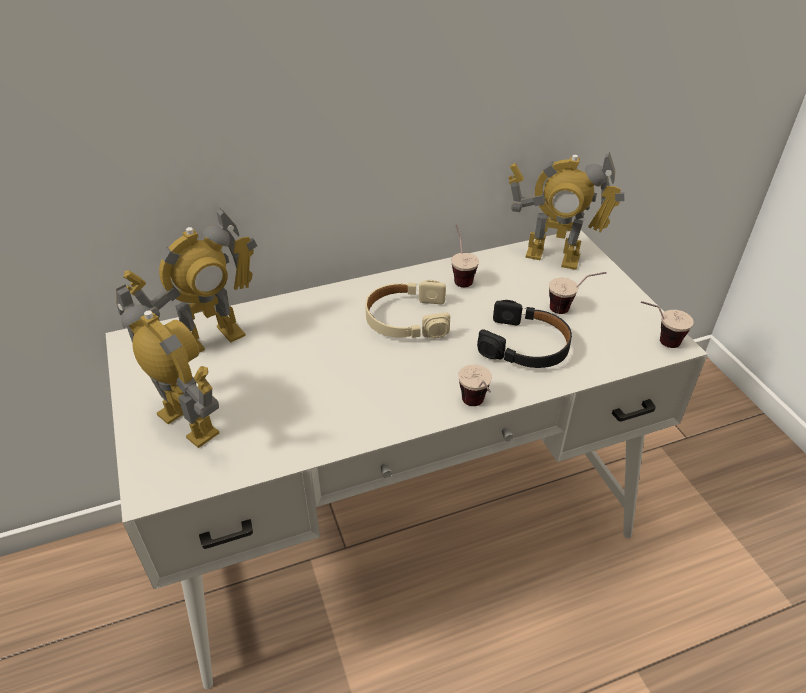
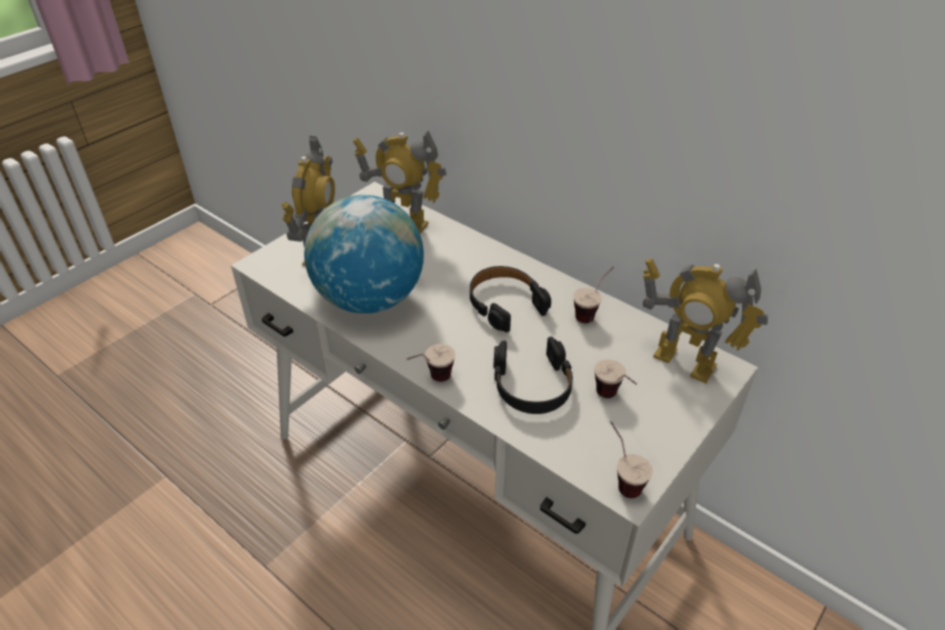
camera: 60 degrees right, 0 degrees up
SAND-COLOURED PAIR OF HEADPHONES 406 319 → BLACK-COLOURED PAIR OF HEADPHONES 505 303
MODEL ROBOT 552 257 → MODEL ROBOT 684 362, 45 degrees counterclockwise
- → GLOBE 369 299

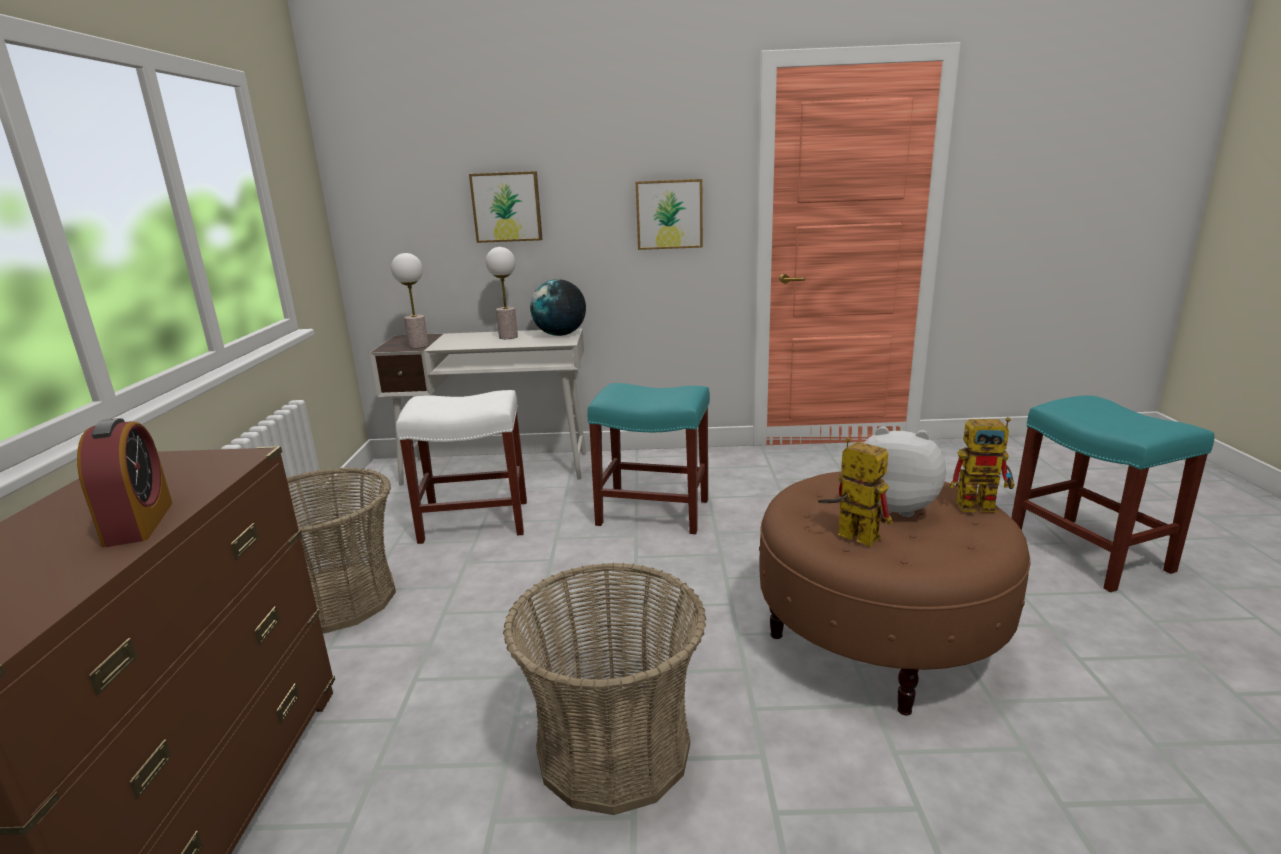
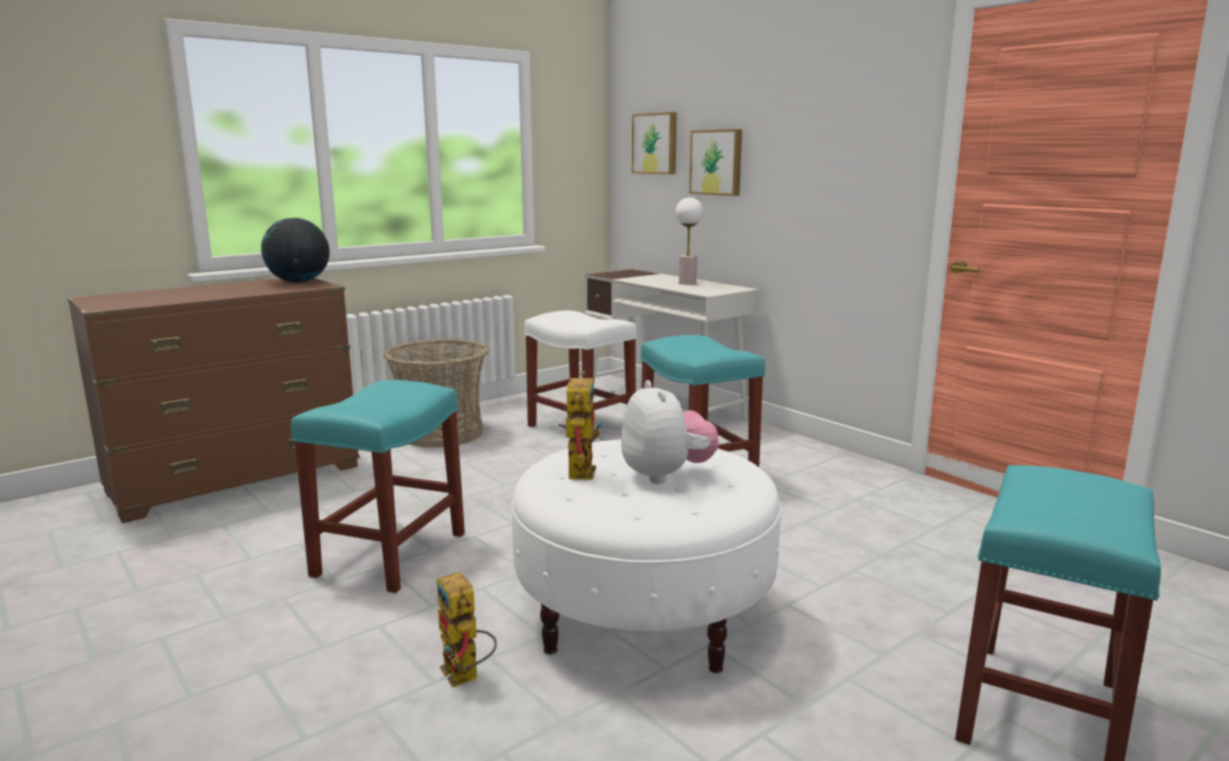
camera: 50 degrees right, 5 degrees down
ALARM CLOCK 139 523 → -
LAMP FOR A TABLE 418 346 → -
HOUSEHOLD BASKET 614 748 → TURQUOISE STOOL SEAT 389 555
GLOBE 560 335 → GLOBE 299 282, shifted
WALL PICTURE 669 214 → WALL PICTURE 656 143, shifted
BROWNISH OTTOMAN 877 637 → WHITE OTTOMAN 643 614
MODEL ROBOT 983 505 → MODEL ROBOT 466 677, shifted

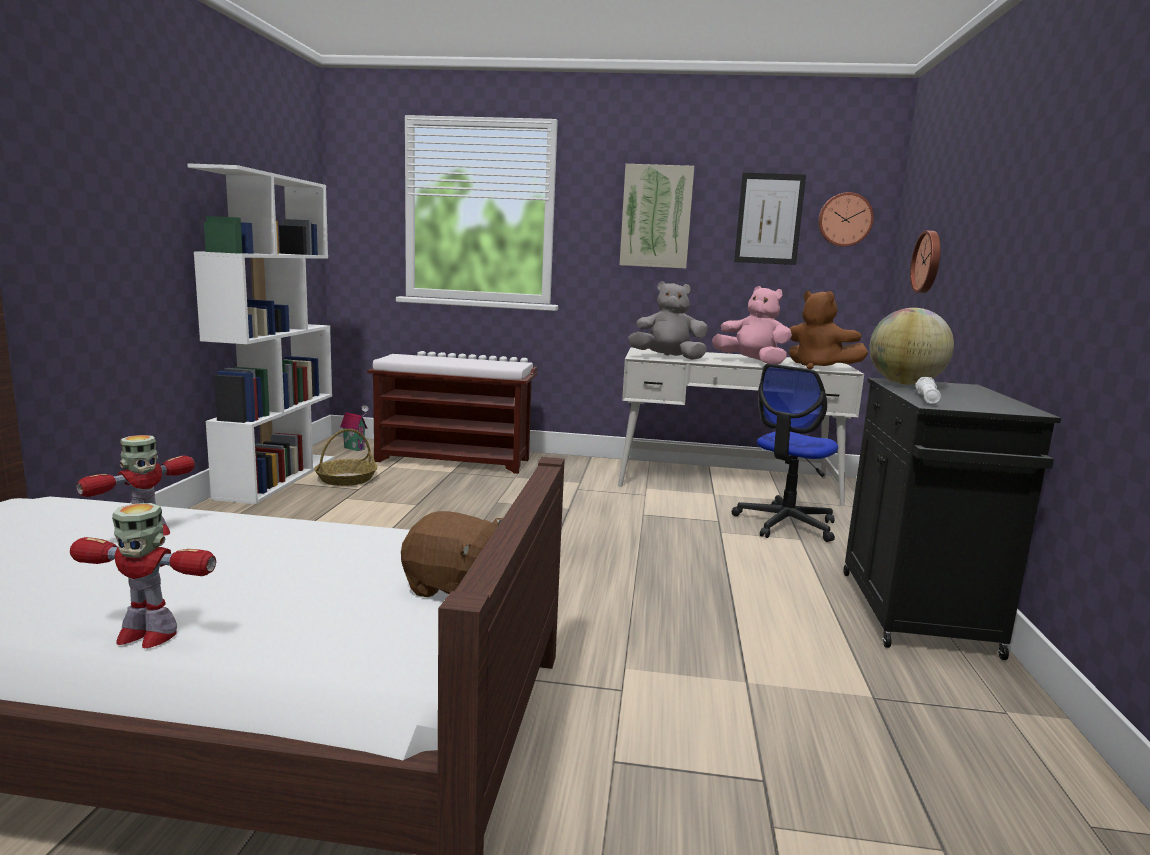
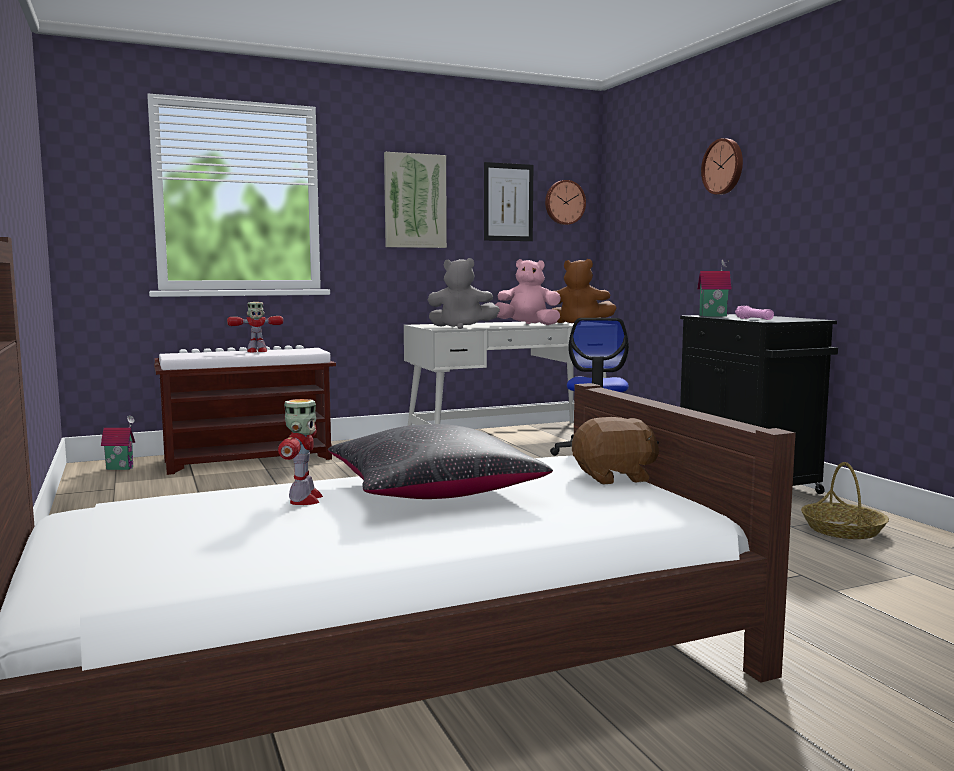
camera: 30 degrees left, 5 degrees down
MODEL ROBOT 146 635 → MODEL ROBOT 256 351, shifted
WHITE BOOKSHELF 278 477 → -
HOUSEHOLD BASKET 346 479 → HOUSEHOLD BASKET 842 530, shifted
GRAY PLUSH TOY 668 358 → GRAY PLUSH TOY 461 327, 150 degrees counterclockwise
GLOBE 905 384 → MODEL HOUSE 712 316
HANGING CLOCK 928 262 → HANGING CLOCK 724 166, shifted
WHITE FLASHLIGHT 927 399 → PINK-COLOURED FLASHLIGHT 754 319
- → BLACK-COLOURED CUSHION 434 491

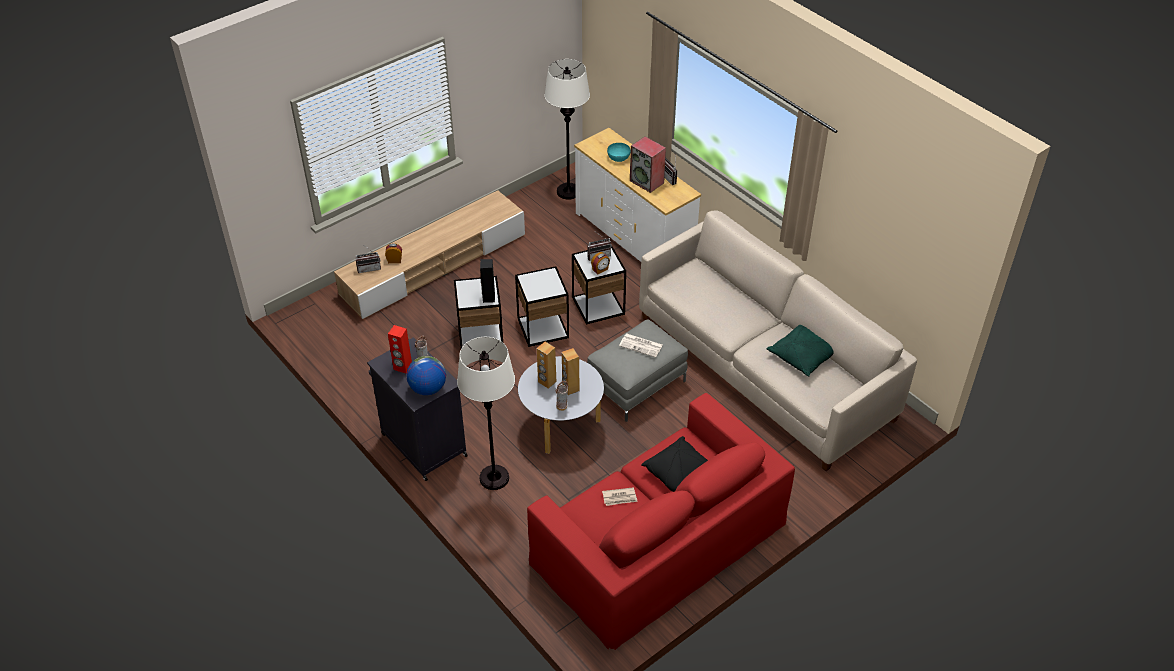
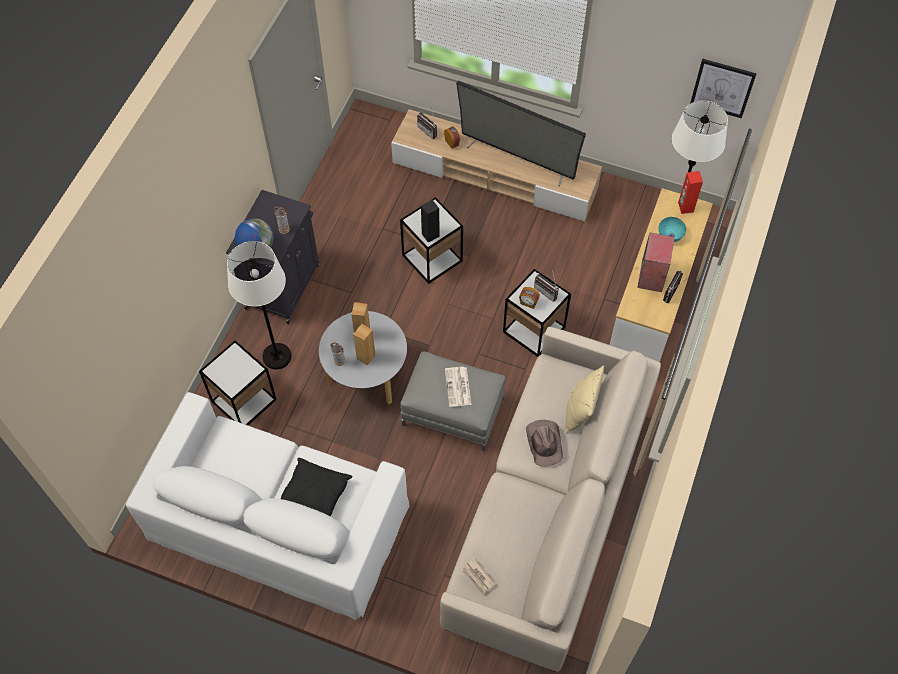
camera: 60 degrees right, 15 degrees up
RED AUDIO SPEAKER 402 367 → RED AUDIO SPEAKER 685 207, shifted
SIDE TABLE 543 327 → SIDE TABLE 244 400, shifted
RED SETTEE 659 542 → WHITE SETTEE 277 520
PRINTED PAPER 620 498 → PRINTED PAPER 478 577, shifted
GREEN-COLOURED CUSHION 802 356 → -
- → TELEVISION 517 158
- → BROWNISH CLOTHING HAT 544 442
- → SAND-COLOURED CUSHION 579 411
- → WALL PICTURE 722 88

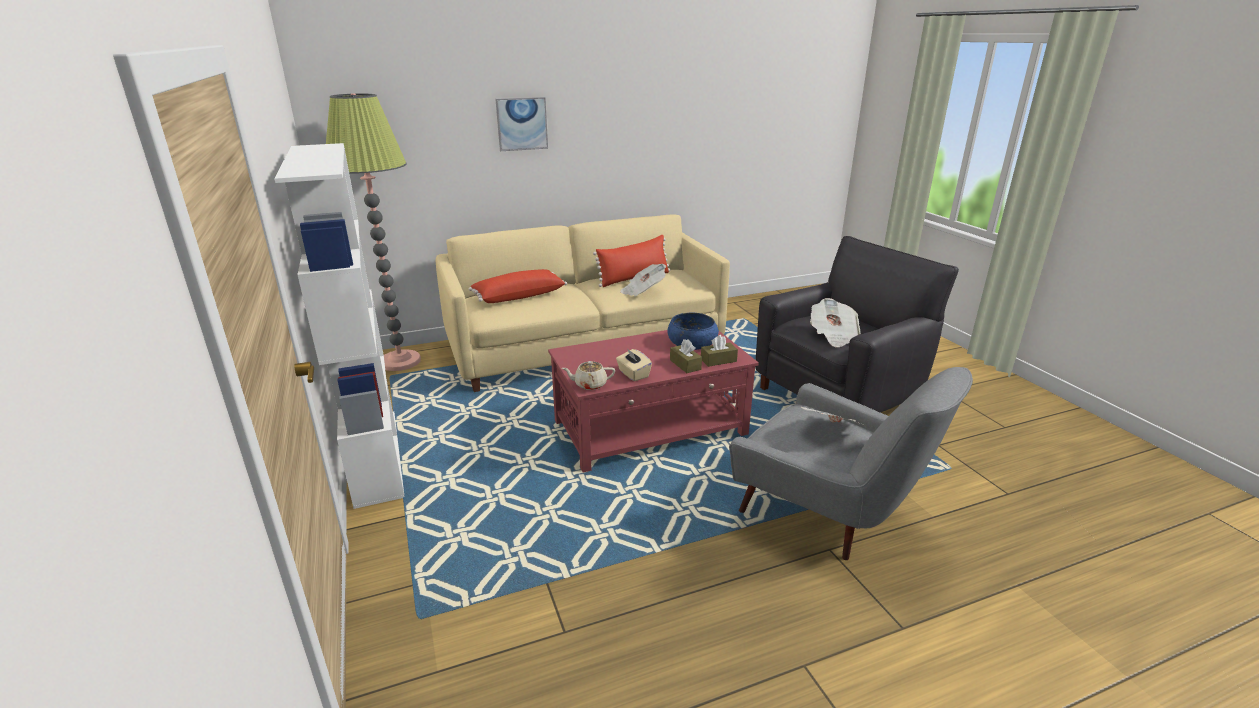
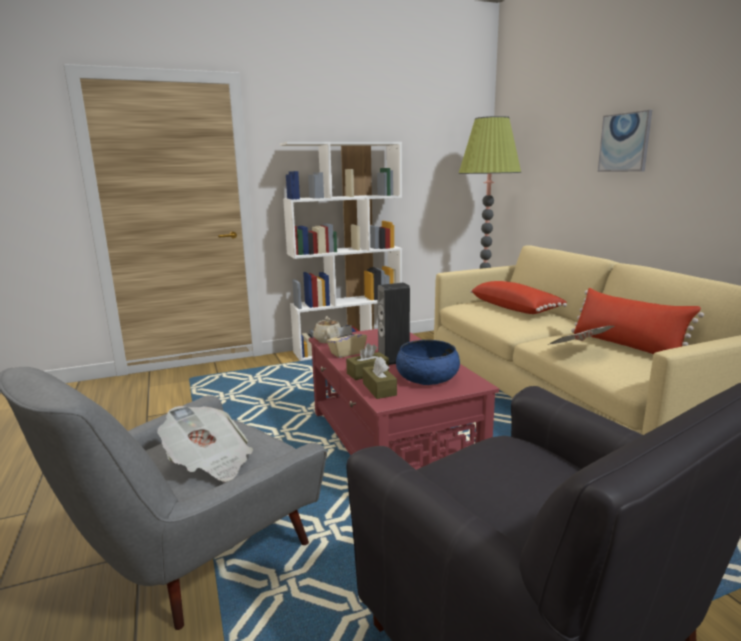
camera: 90 degrees right, 10 degrees down
PRINTED PAPER 833 336 → -
- → AUDIO SPEAKER 394 360

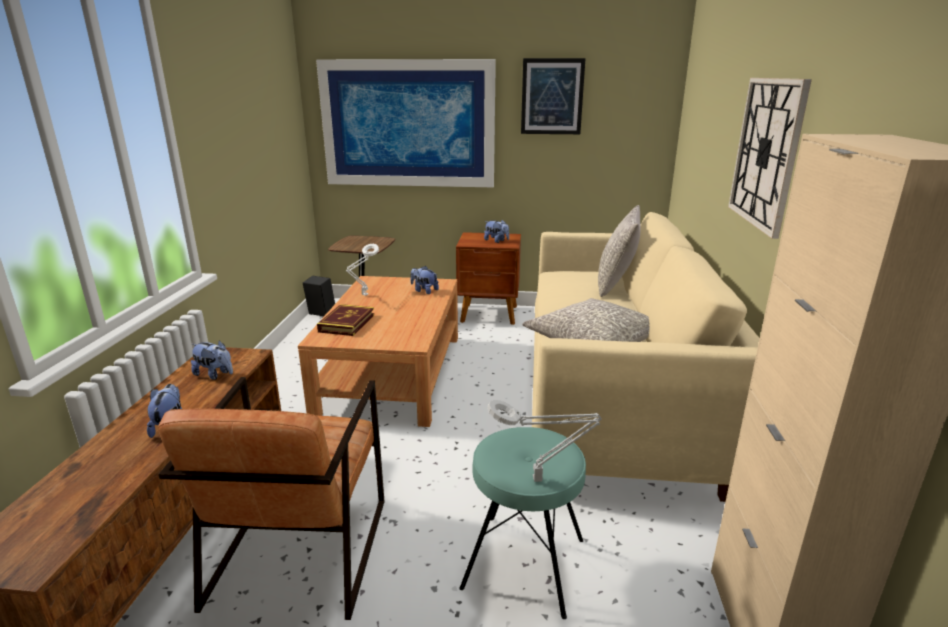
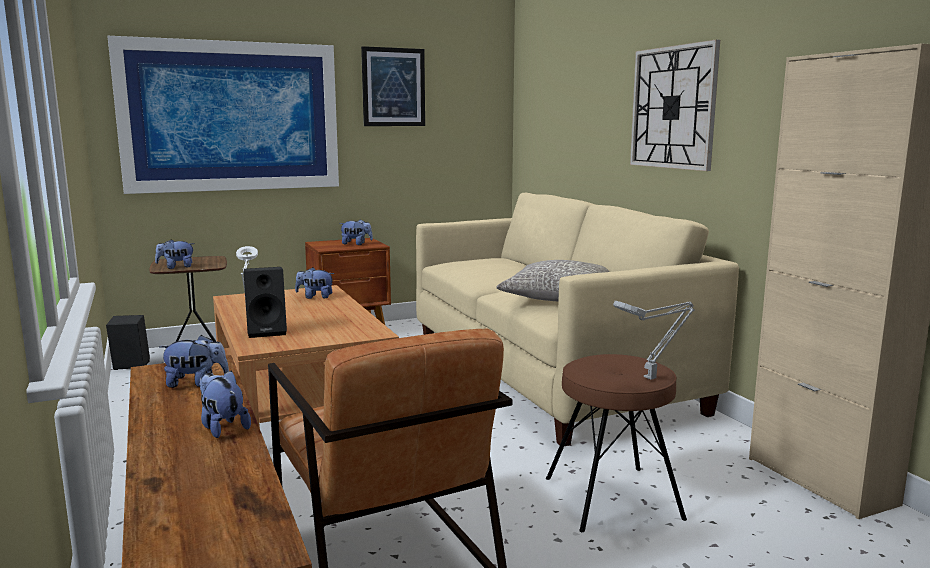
camera: 30 degrees left, 10 degrees down
BOUND BOOK 347 323 → BLACK-COLOURED AUDIO SPEAKER 268 331
TURQUOISE STOOL SEAT 524 563 → BROWNISH STOOL SEAT 612 498
GRAY CUSHION 615 284 → -
- → PLUSH TOY 176 267

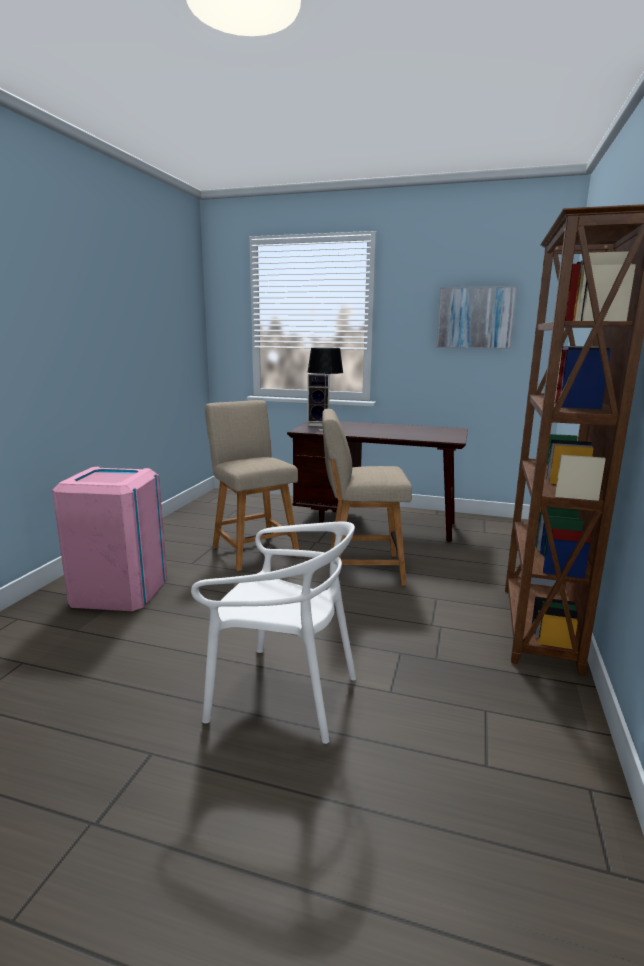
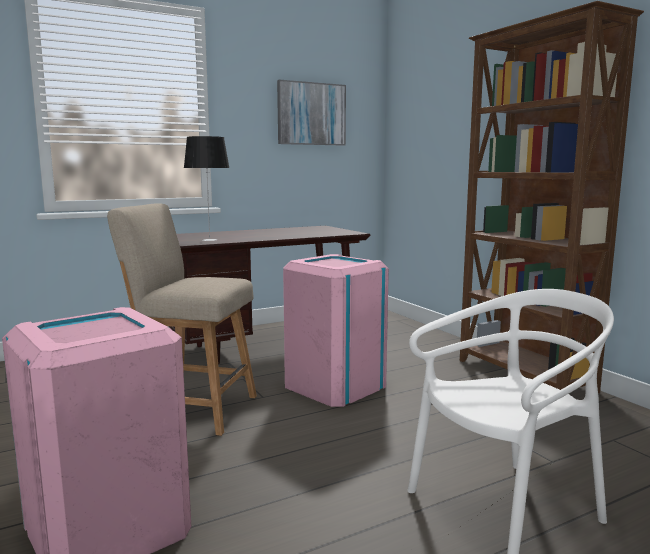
camera: 45 degrees left, 5 degrees down
AUDIO SPEAKER 319 424 → -
SAND-COLOURED PLAIN CHAIR 360 569 → PINK-COLOURED RUBBISH BIN 334 385

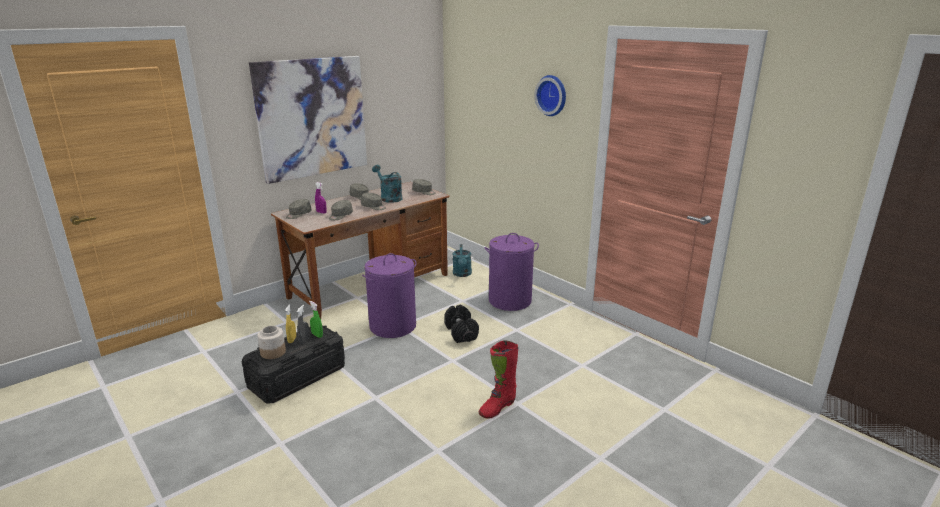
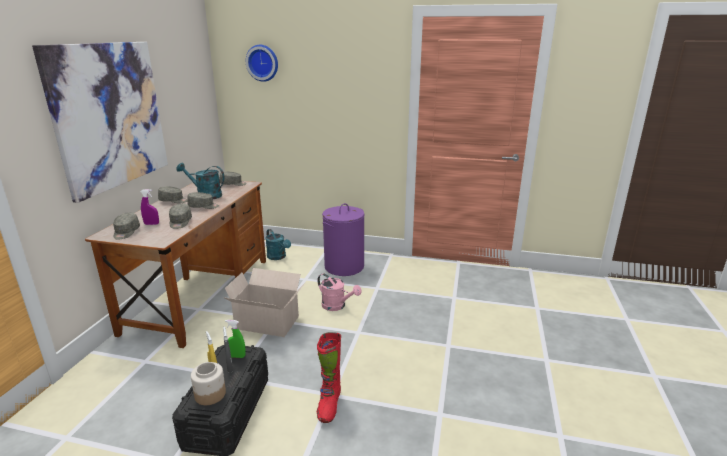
camera: 35 degrees left, 0 degrees up
PURPLE-COLOURED LAUNDRY BASKET 392 326 → PACKING BOX 268 323
BLACK-COLOURED HAND WEIGHT 461 333 → PINK-COLOURED SPRINKLING CAN 337 306
RED TALL BOOT 497 407 → RED TALL BOOT 329 405, shifted
HANGING CLOCK 552 95 → HANGING CLOCK 263 63, shifted

